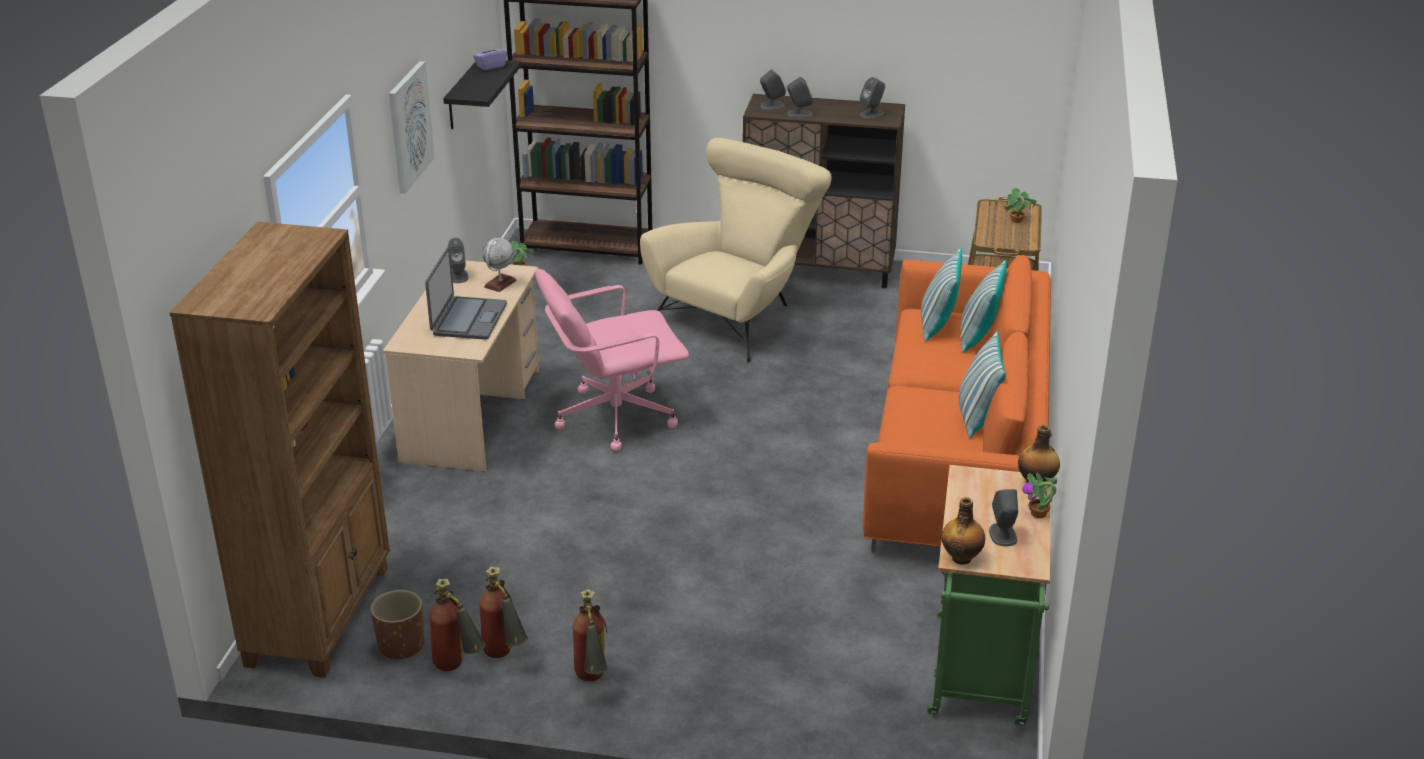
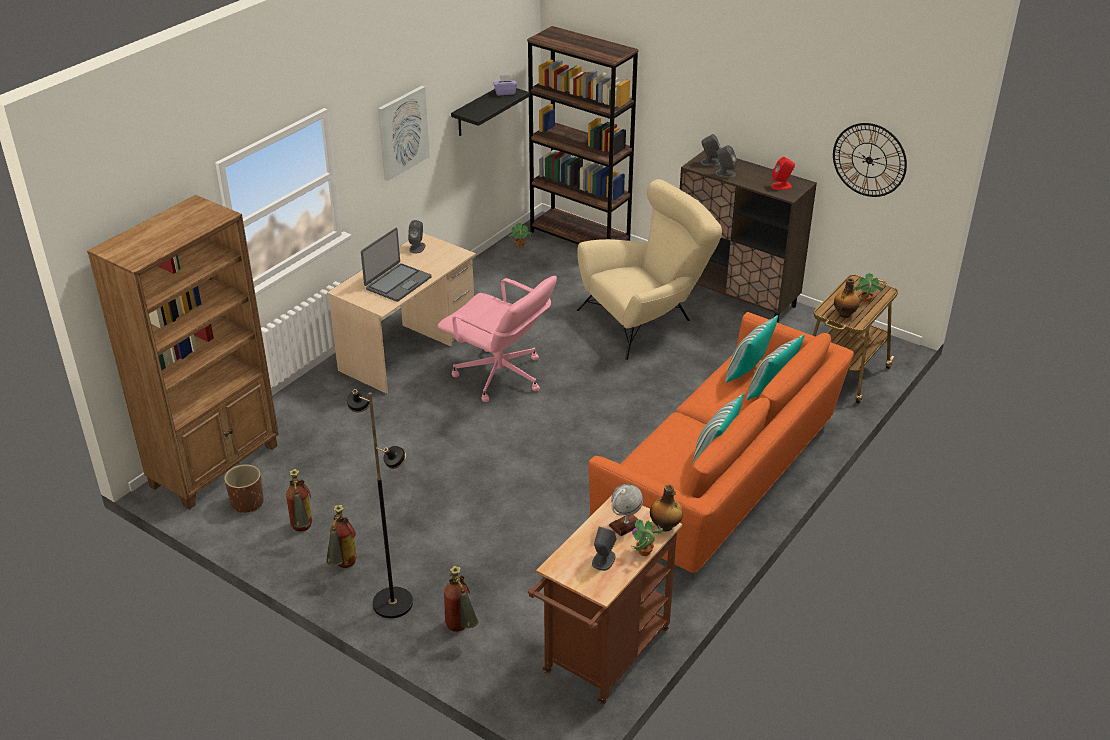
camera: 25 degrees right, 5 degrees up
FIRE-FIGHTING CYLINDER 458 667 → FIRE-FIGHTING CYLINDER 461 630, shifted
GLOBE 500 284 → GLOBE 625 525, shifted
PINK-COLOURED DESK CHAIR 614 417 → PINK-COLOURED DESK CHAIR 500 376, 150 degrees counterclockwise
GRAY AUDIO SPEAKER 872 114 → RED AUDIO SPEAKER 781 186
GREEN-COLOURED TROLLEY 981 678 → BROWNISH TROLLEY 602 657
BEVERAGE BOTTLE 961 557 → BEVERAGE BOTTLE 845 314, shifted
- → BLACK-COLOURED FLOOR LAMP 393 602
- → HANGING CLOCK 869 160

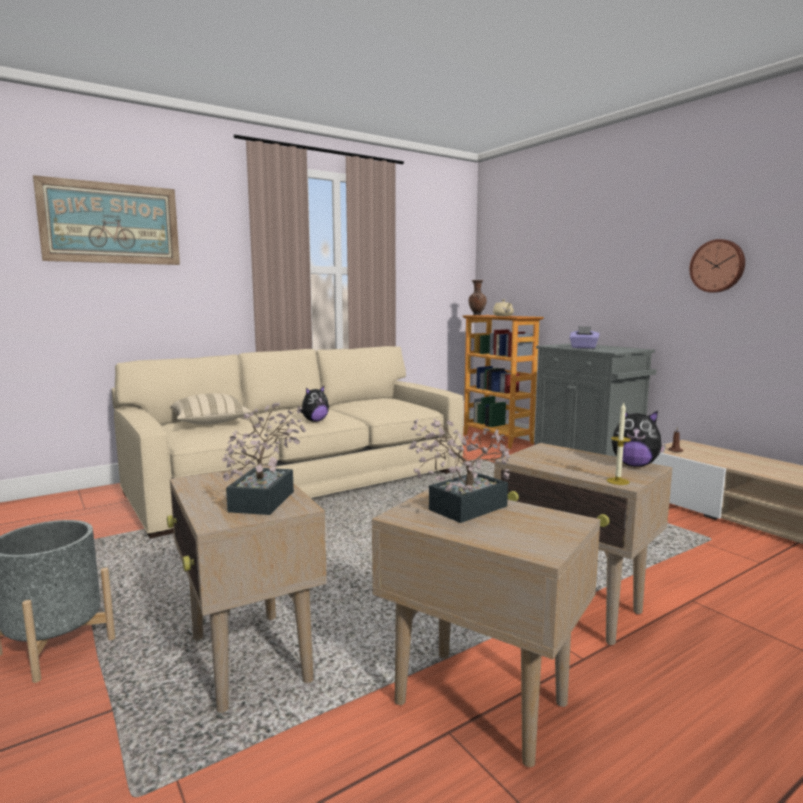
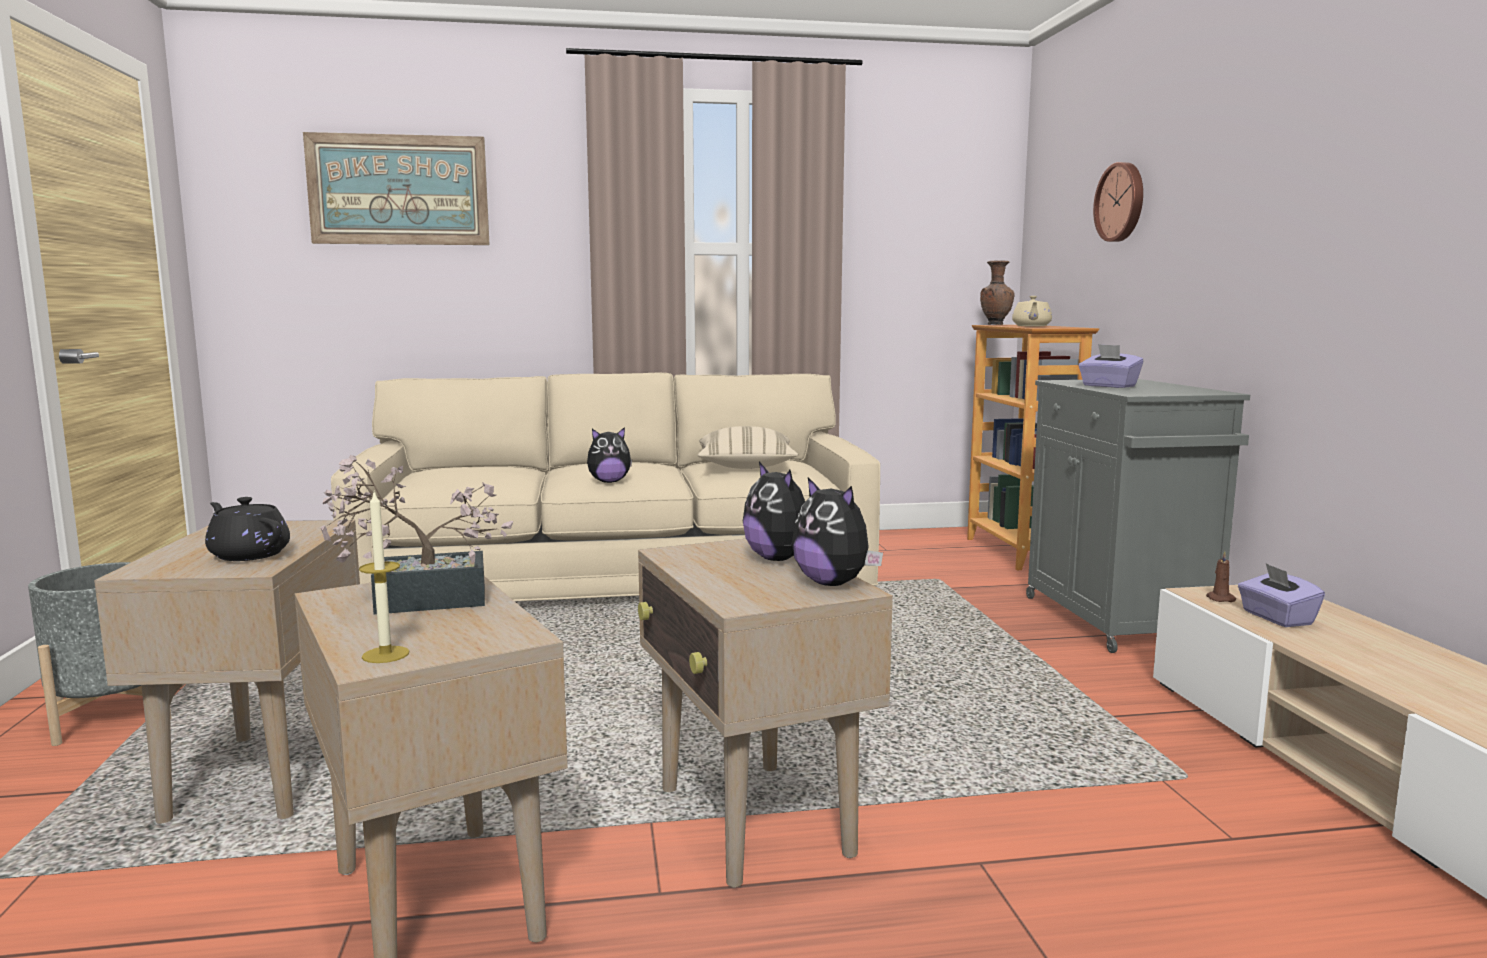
camera: 25 degrees right, 0 degrees up
SAND-COLOURED CUSHION 210 423 → SAND-COLOURED CUSHION 746 467, shifted
PLANT IN A POT 266 498 → BLACK-COLOURED TEAPOT 248 554
WAX CANDLE 617 481 → WAX CANDLE 385 654, shifted
HANGING CLOCK 718 266 → HANGING CLOCK 1121 202, shifted
- → PLUSH TOY 780 559
- → PURPLE-COLOURED TISSUE BOX 1276 618

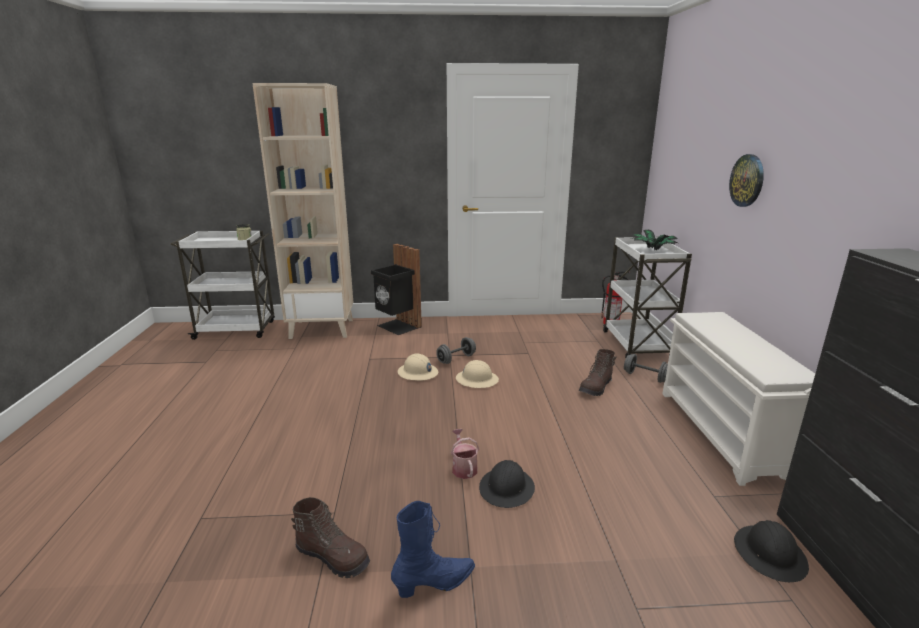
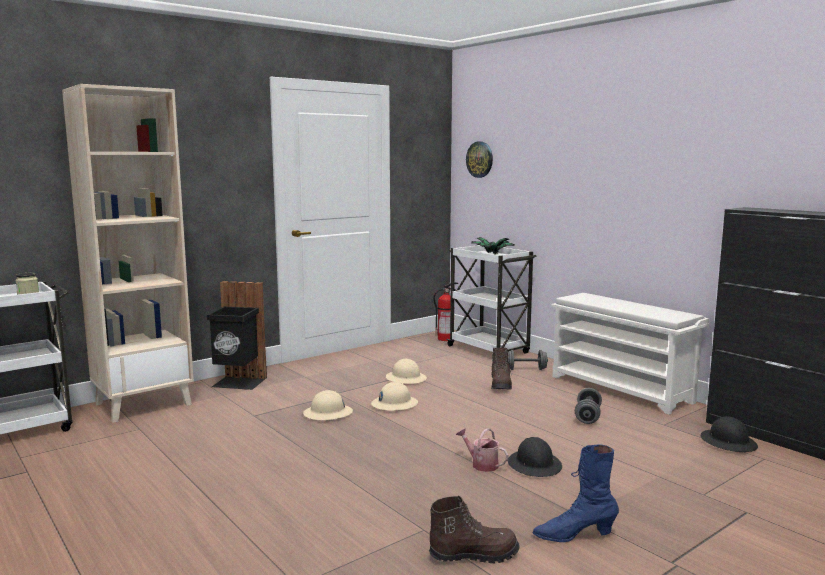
camera: 35 degrees left, 10 degrees down
BLUE-COLOURED TALL BOOT 435 584 → BLUE-COLOURED TALL BOOT 574 535, 120 degrees counterclockwise
GRAY HAND WEIGHT 456 359 → GRAY HAND WEIGHT 587 417, shifted
HANGING CLOCK 747 180 → HANGING CLOCK 480 159, shifted
- → SAND-COLOURED WORK HELMET 406 378

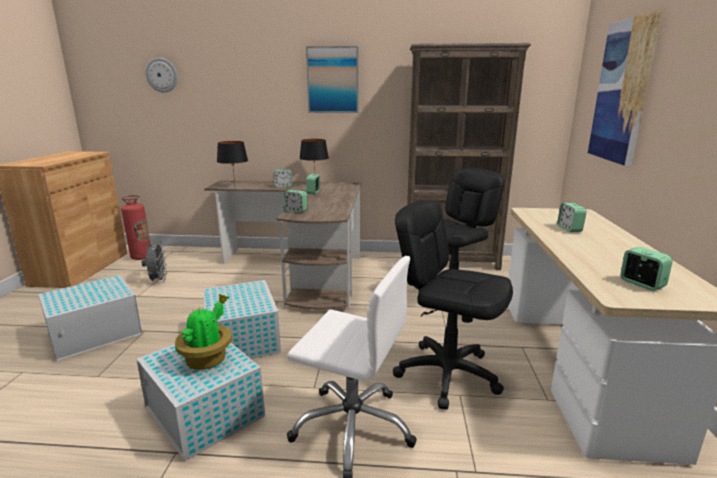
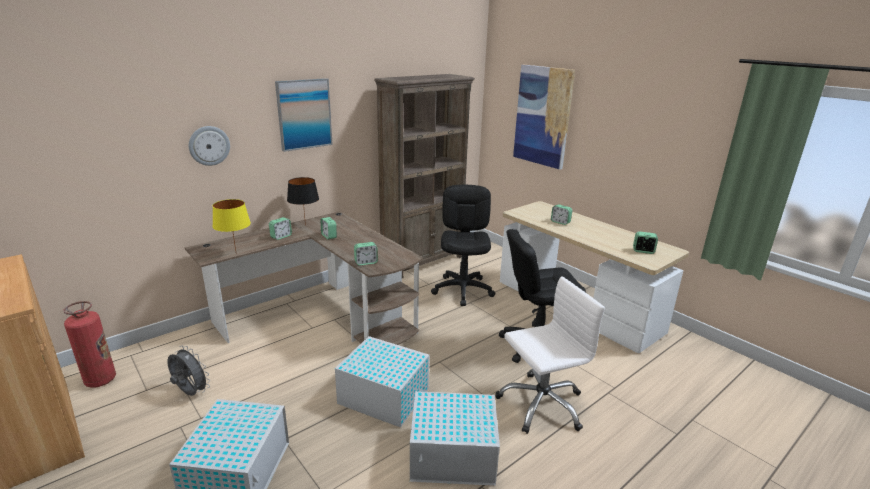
camera: 45 degrees left, 5 degrees up
HANGING CLOCK 162 75 → HANGING CLOCK 209 145, shifted
PLANT IN A POT 208 359 → -
BLACK-COLOURED LAMP FOR A TABLE 234 188 → YELLOWISH LAMP FOR A TABLE 235 254

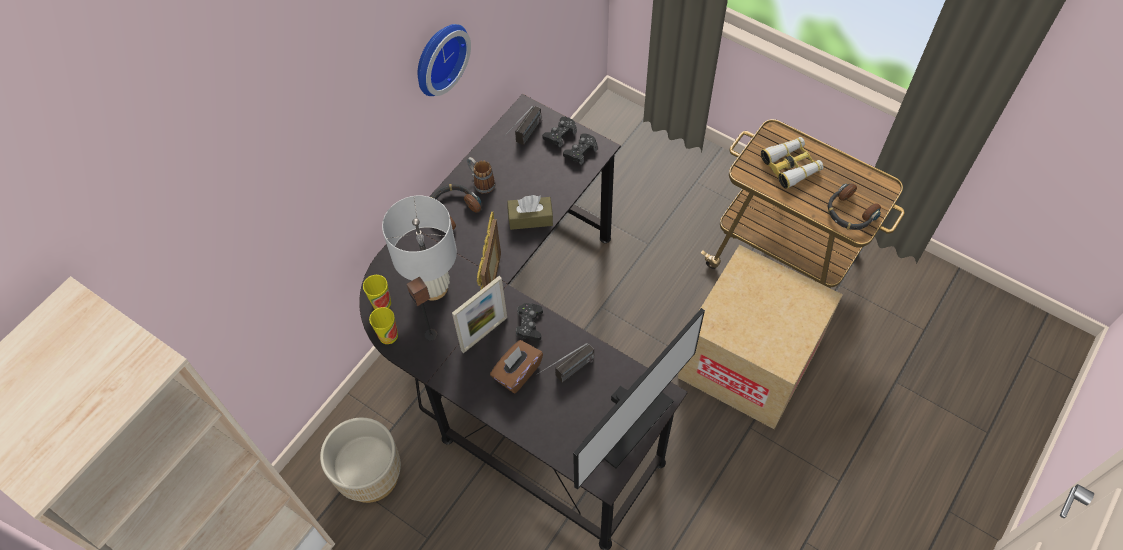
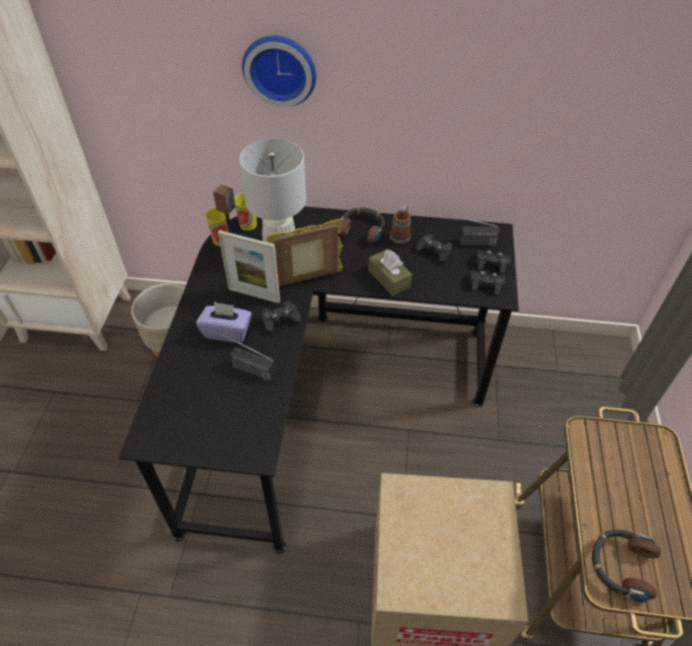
camera: 60 degrees right, 10 degrees down
HANGING CLOCK 438 57 → HANGING CLOCK 280 69, shifted
BROWNISH TISSUE BOX 517 373 → PURPLE-COLOURED TISSUE BOX 227 332
MONITOR 628 421 → -
FIELD GLASSES 791 166 → -
- → BLACK-COLOURED JOYPAD 434 252

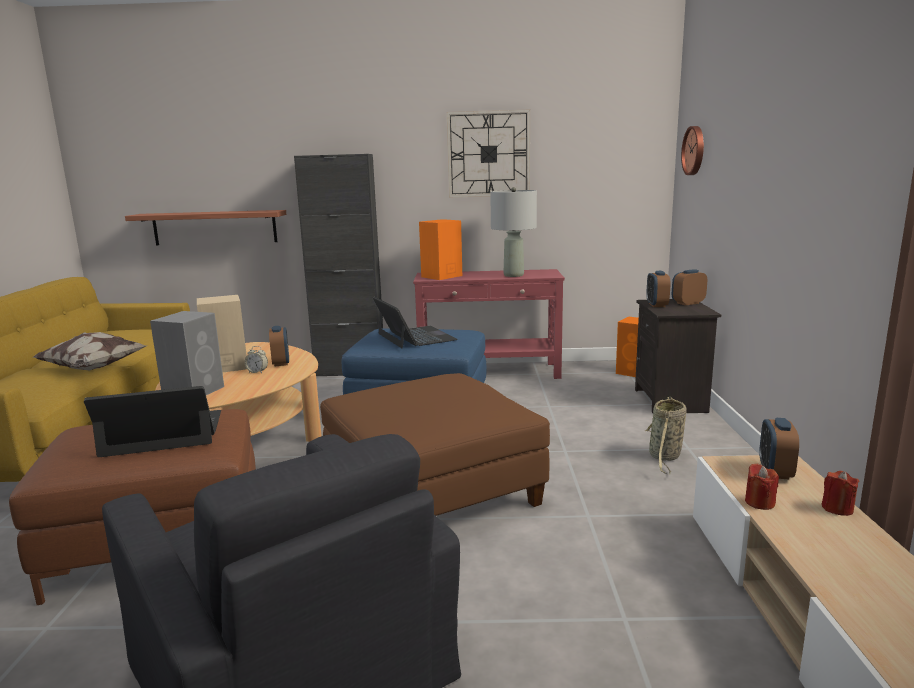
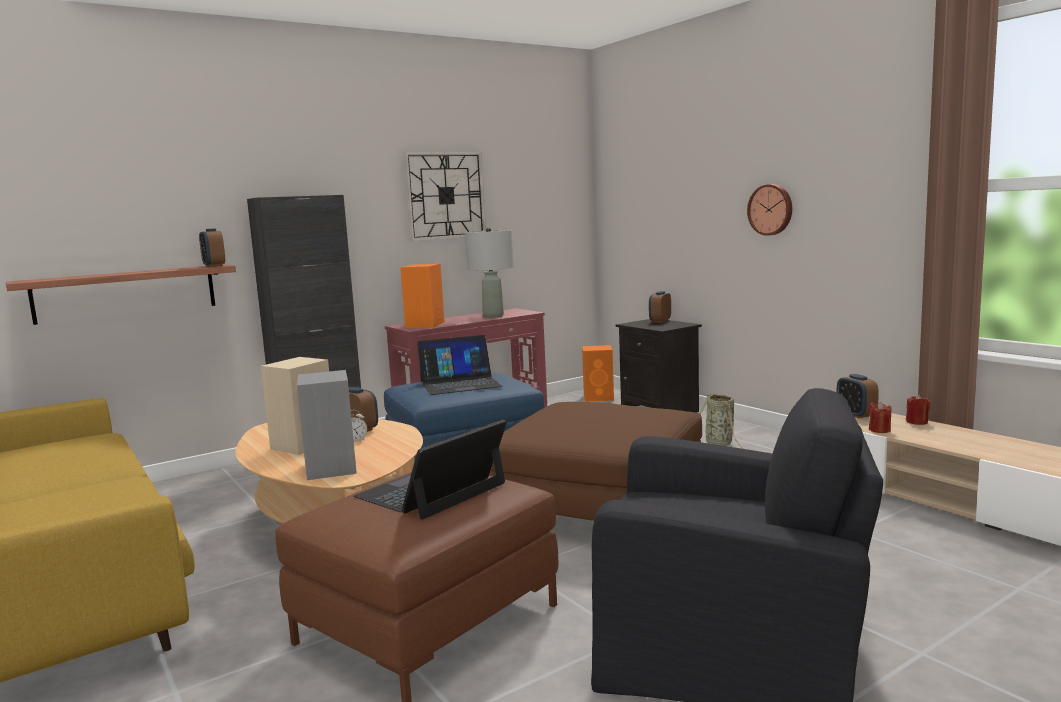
camera: 35 degrees left, 5 degrees down
CUSHION 93 369 → -
NOTEBOOK COMPUTER 415 337 → NOTEBOOK COMPUTER 460 384, 135 degrees clockwise
ALARM CLOCK 657 305 → ALARM CLOCK 214 266, shifted
HANGING CLOCK 695 150 → HANGING CLOCK 771 209, shifted

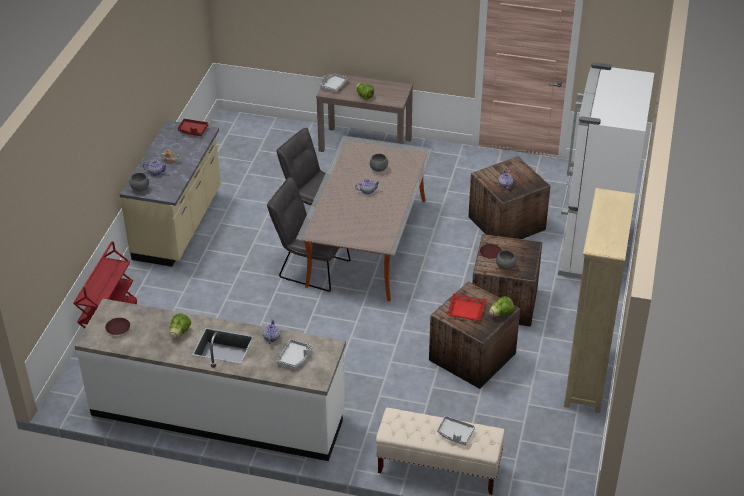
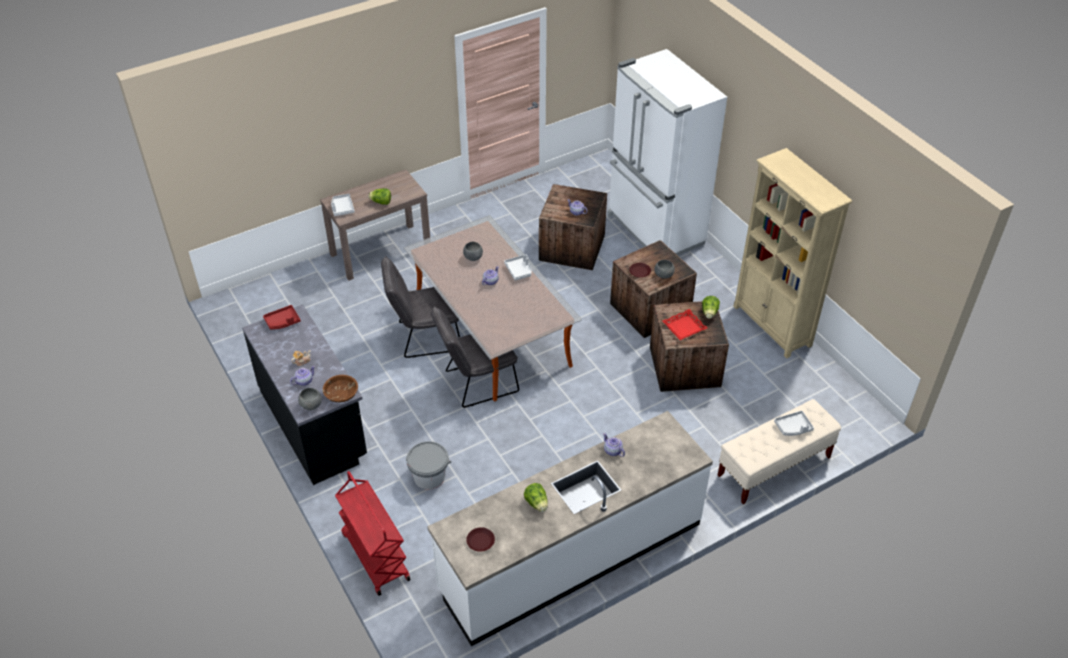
camera: 45 degrees left, 5 degrees up
SAND-COLOURED COUNTER 179 225 → BLACK-COLOURED COUNTER 314 424
GRAY CARRYING TRAY 295 358 → GRAY CARRYING TRAY 519 270, shifted
- → BROWNISH DEEP DISH 341 395
- → GRAY BUCKET 429 476

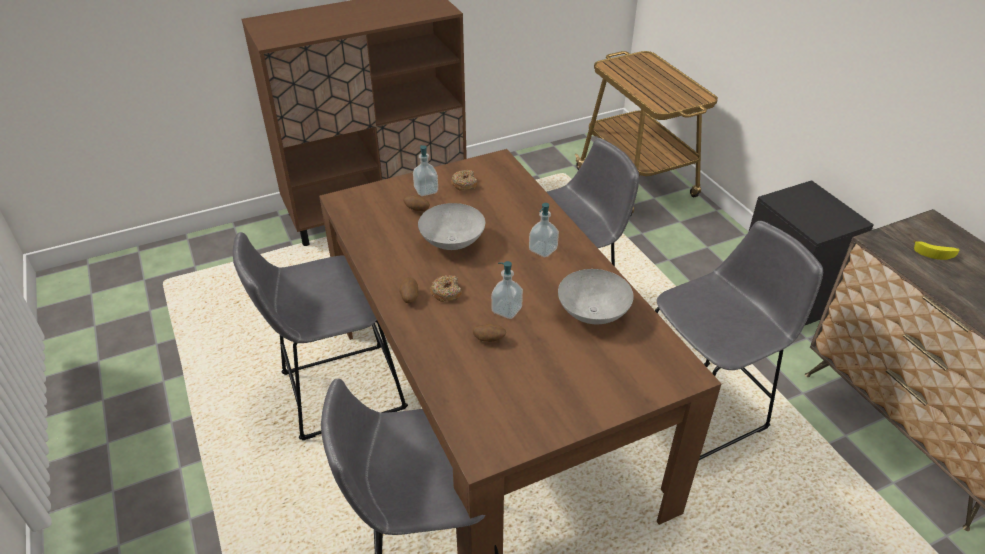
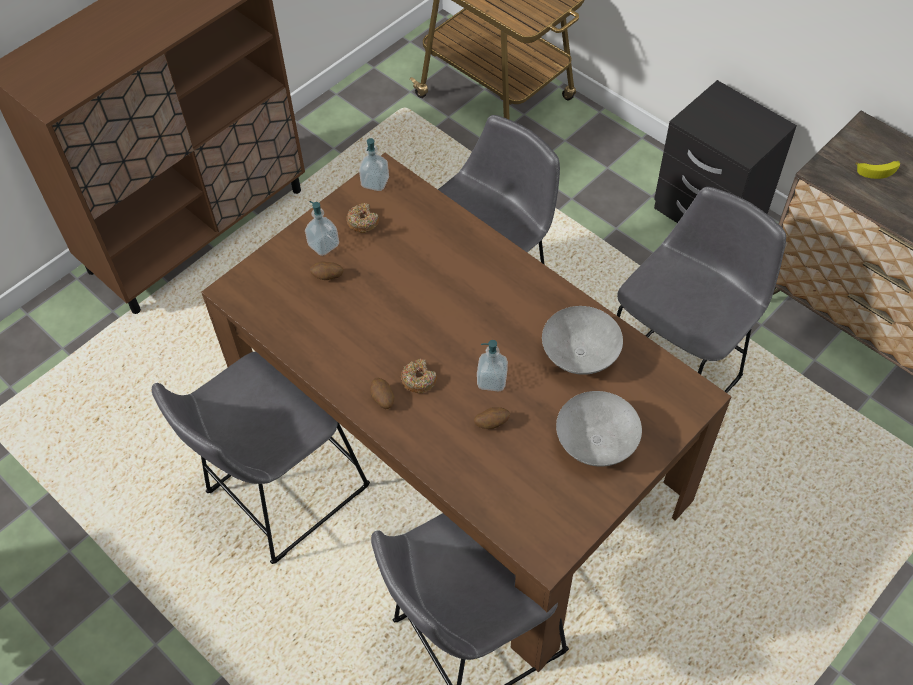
camera: 20 degrees left, 15 degrees up
GRAY DEEP DISH 451 243 → GRAY DEEP DISH 595 444, shifted
LIQUID SOAP BOTTLE 543 250 → LIQUID SOAP BOTTLE 375 182, shifted

